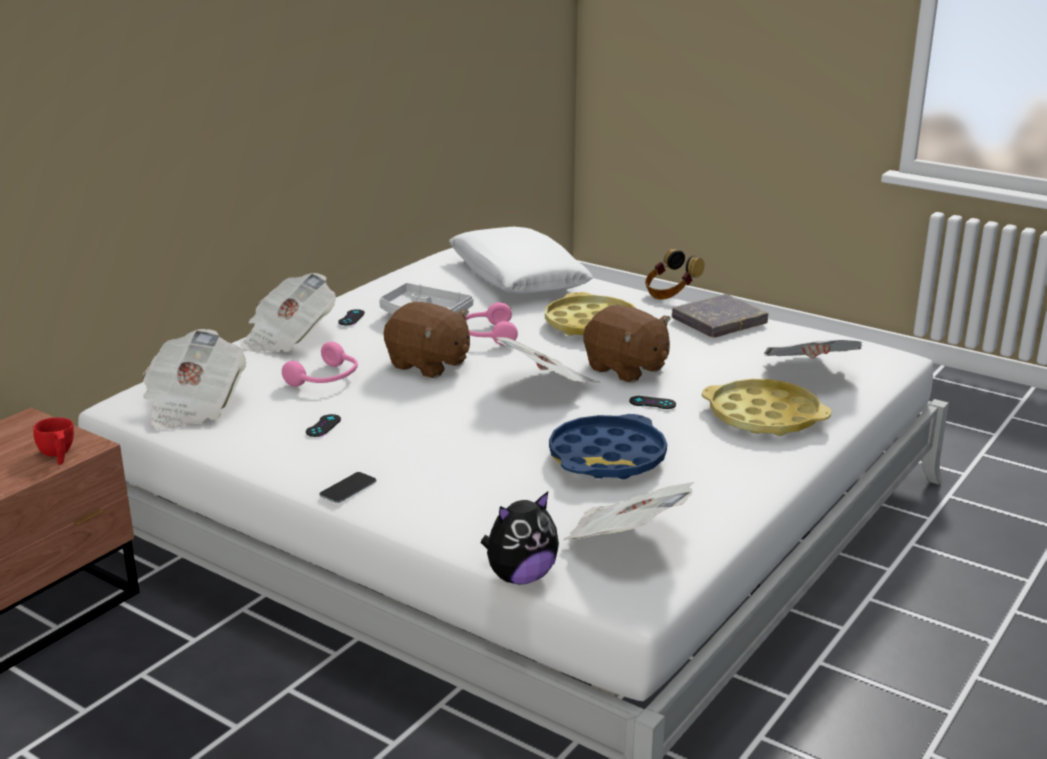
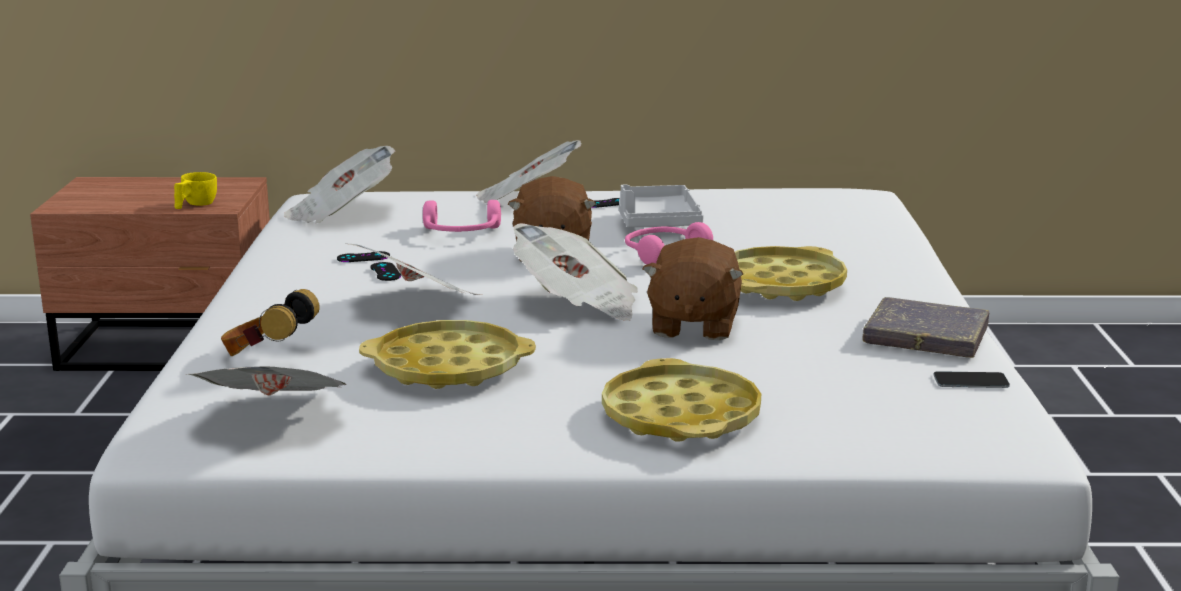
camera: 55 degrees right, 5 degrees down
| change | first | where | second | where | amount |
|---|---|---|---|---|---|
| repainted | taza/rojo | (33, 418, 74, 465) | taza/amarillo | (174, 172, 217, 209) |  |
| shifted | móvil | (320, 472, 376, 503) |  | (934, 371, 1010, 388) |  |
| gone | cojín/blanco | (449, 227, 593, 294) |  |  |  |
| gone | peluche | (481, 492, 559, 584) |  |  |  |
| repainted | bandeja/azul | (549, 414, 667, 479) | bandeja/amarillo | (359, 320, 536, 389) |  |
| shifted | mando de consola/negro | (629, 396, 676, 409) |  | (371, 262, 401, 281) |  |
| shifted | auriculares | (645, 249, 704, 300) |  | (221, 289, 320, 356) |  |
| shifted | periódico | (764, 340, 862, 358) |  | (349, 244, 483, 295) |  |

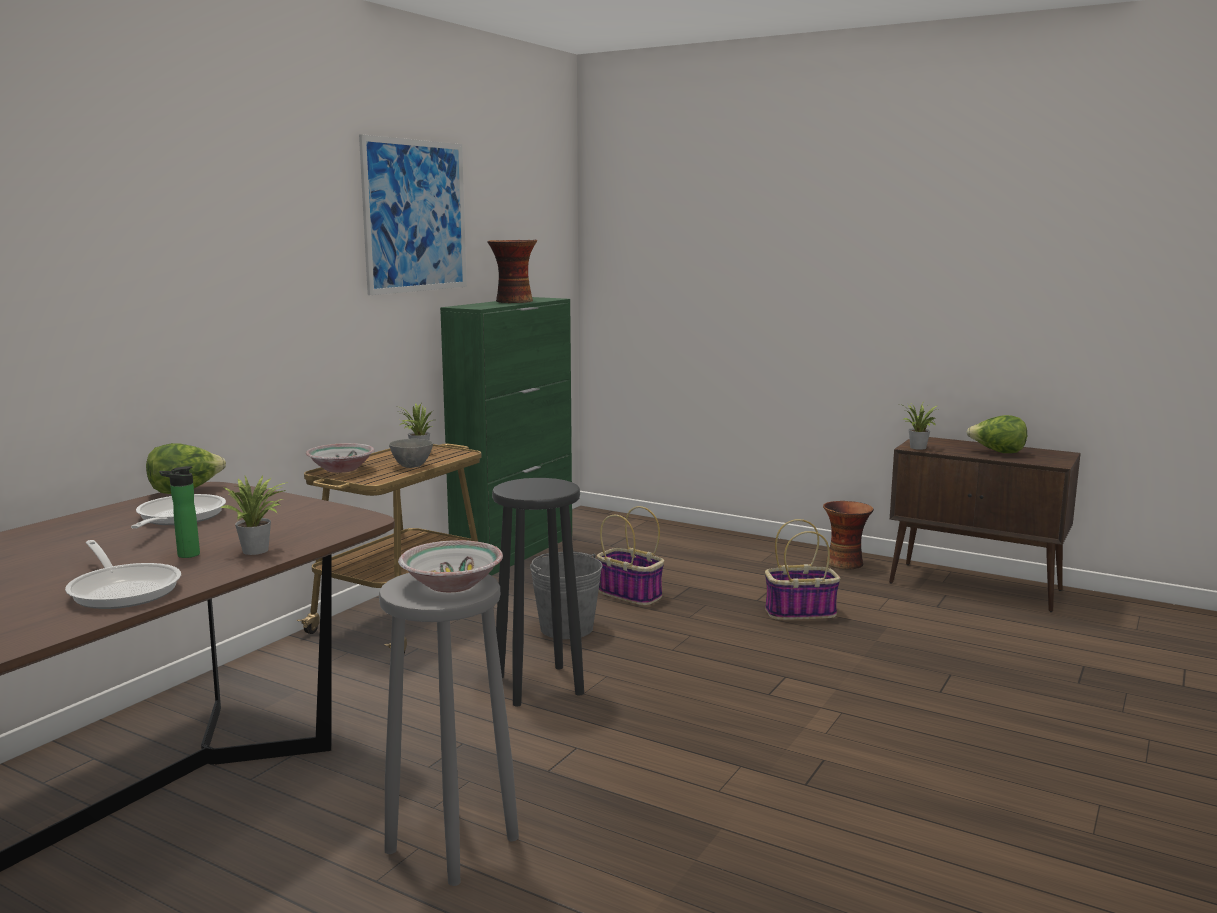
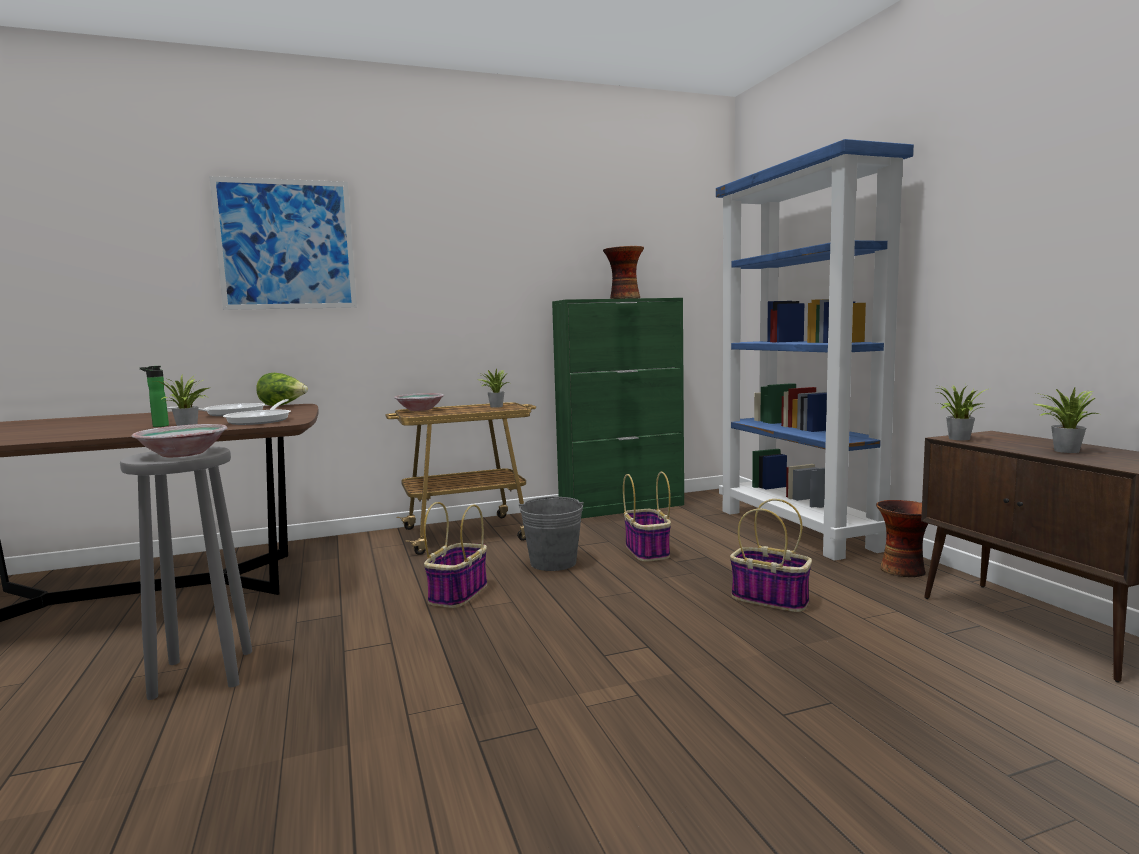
camera: 40 degrees right, 5 degrees down
| change | first | where | second | where | amount |
|---|---|---|---|---|---|
| shifted | sartén | (65, 540, 181, 609) |  | (223, 399, 291, 425) |  |
| shifted | cuadro | (359, 134, 467, 295) |  | (209, 176, 357, 310) |  |
| gone | cuenco/gris | (389, 439, 433, 468) |  |  |  |
| swapped | taburete/negro | (492, 478, 584, 706) | cesta | (424, 502, 487, 608) |  |
| swapped | lechuga | (967, 415, 1027, 453) | planta en maceta | (1034, 388, 1099, 453) |  |
| new |  |  | estantería/azul | (716, 139, 914, 561) |  |

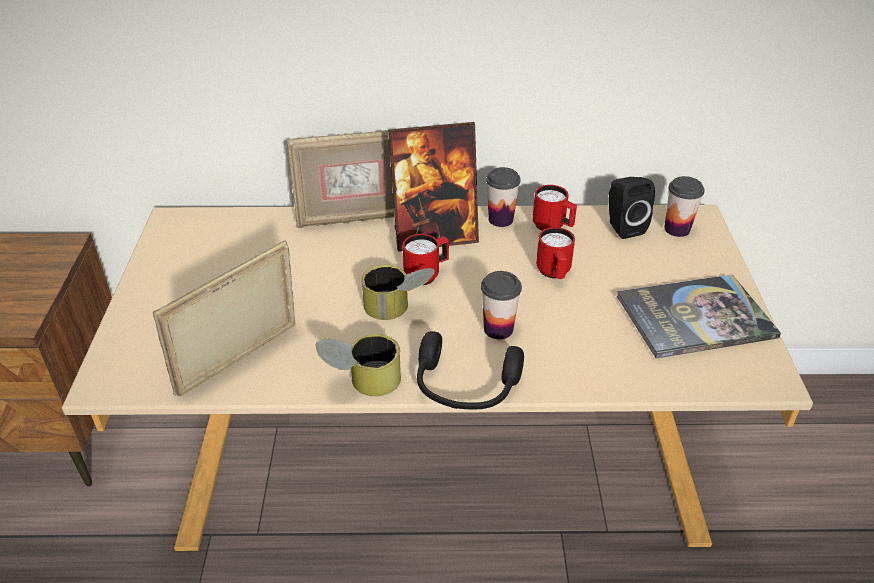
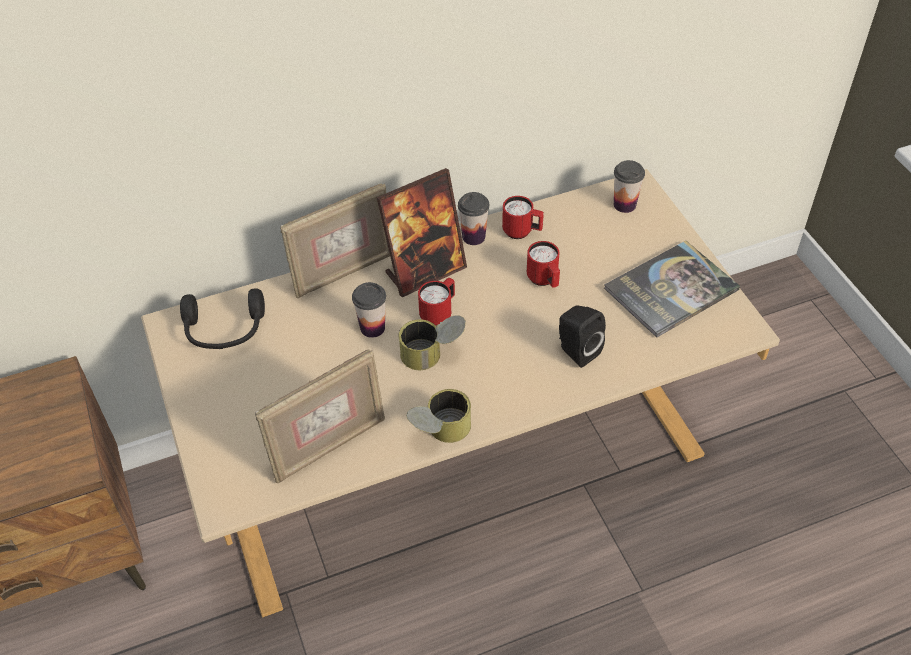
camera: 20 degrees left, 10 degrees up
| change | first | where | second | where | amount |
|---|---|---|---|---|---|
| rotated | portarretratos | (153, 240, 296, 396) |  | (255, 349, 385, 483) | 150 degrees counterclockwise |
| shifted | auriculares/negro | (417, 331, 524, 410) |  | (180, 288, 265, 349) |  |
| shifted | taza | (481, 271, 522, 339) |  | (352, 282, 386, 338) |  |
| shifted | altavoz/negro | (608, 177, 655, 239) |  | (559, 306, 606, 368) |  |

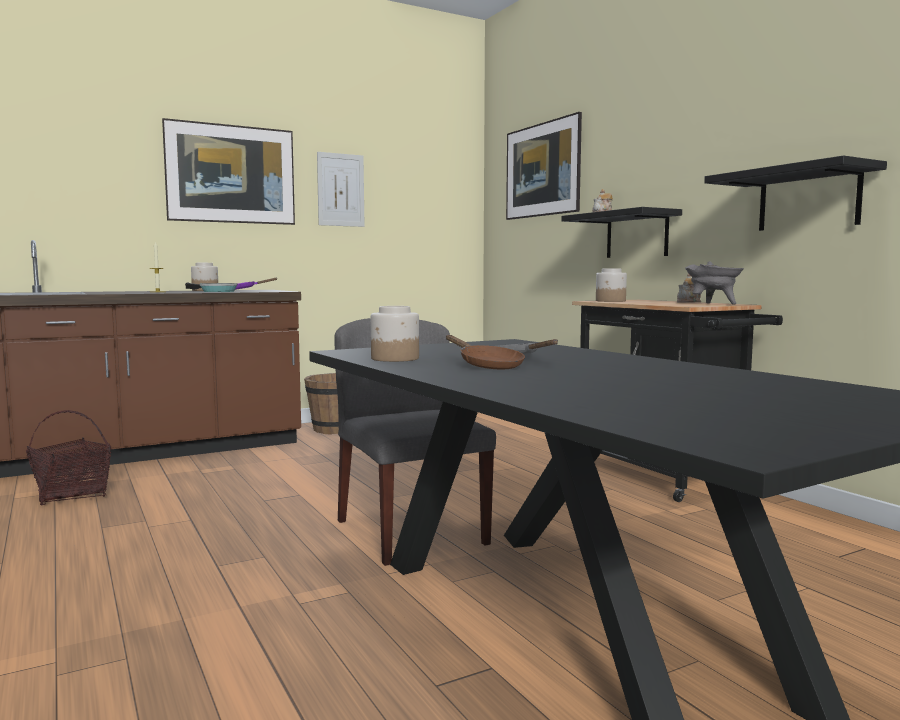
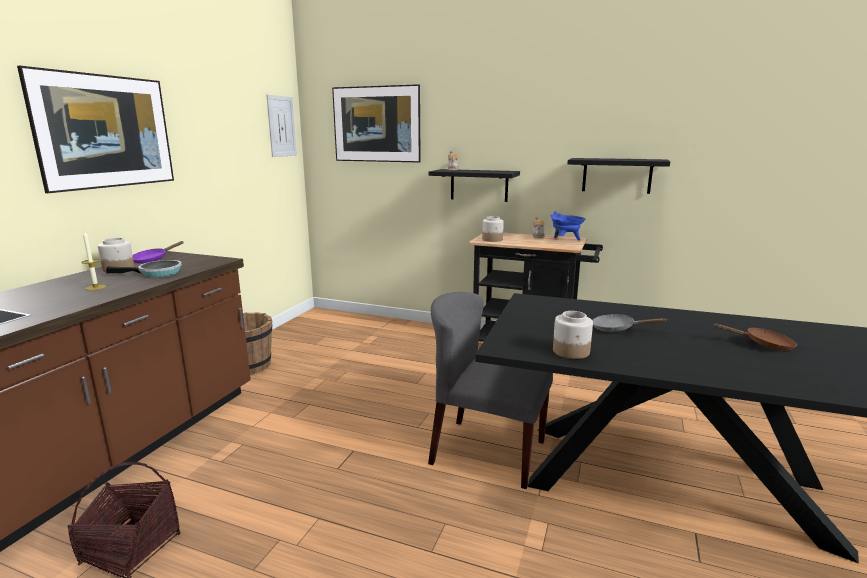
camera: 40 degrees left, 10 degrees up
| change | first | where | second | where | amount |
|---|---|---|---|---|---|
| shifted | cuadro | (317, 152, 365, 227) |  | (266, 94, 297, 157) |  |
| shifted | sartén/marrón | (446, 335, 525, 369) |  | (713, 323, 797, 351) |  |
| repainted | olla/gris | (685, 261, 744, 305) | olla/azul | (551, 211, 586, 240) |  |

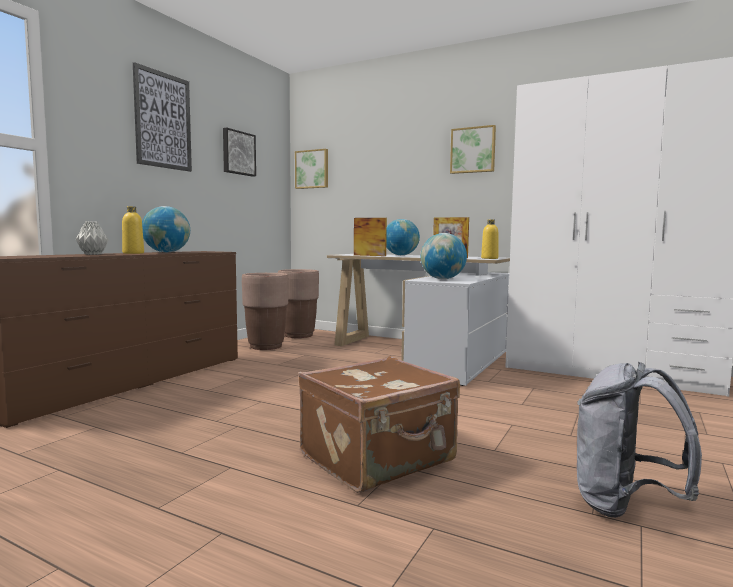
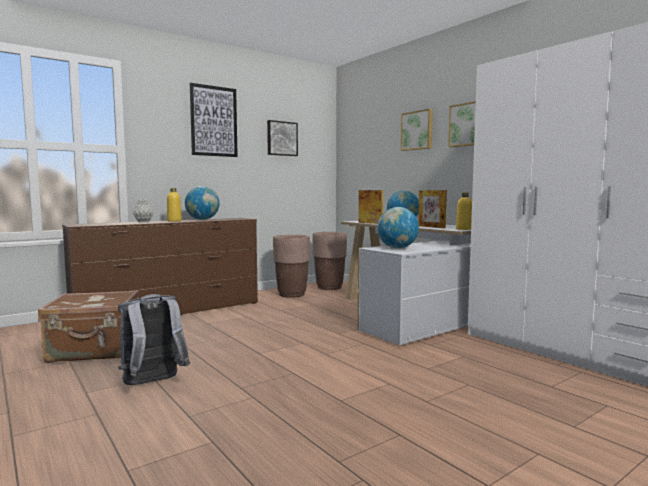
camera: 25 degrees right, 0 degrees up
| change | first | where | second | where | amount |
|---|---|---|---|---|---|
| shifted | cuadro | (295, 149, 328, 189) |  | (401, 109, 433, 151) |  |
| shifted | maleta/marrón | (298, 356, 460, 493) |  | (38, 290, 139, 363) |  |
| shifted | mochila/gris | (577, 362, 702, 518) |  | (118, 294, 190, 385) |  |

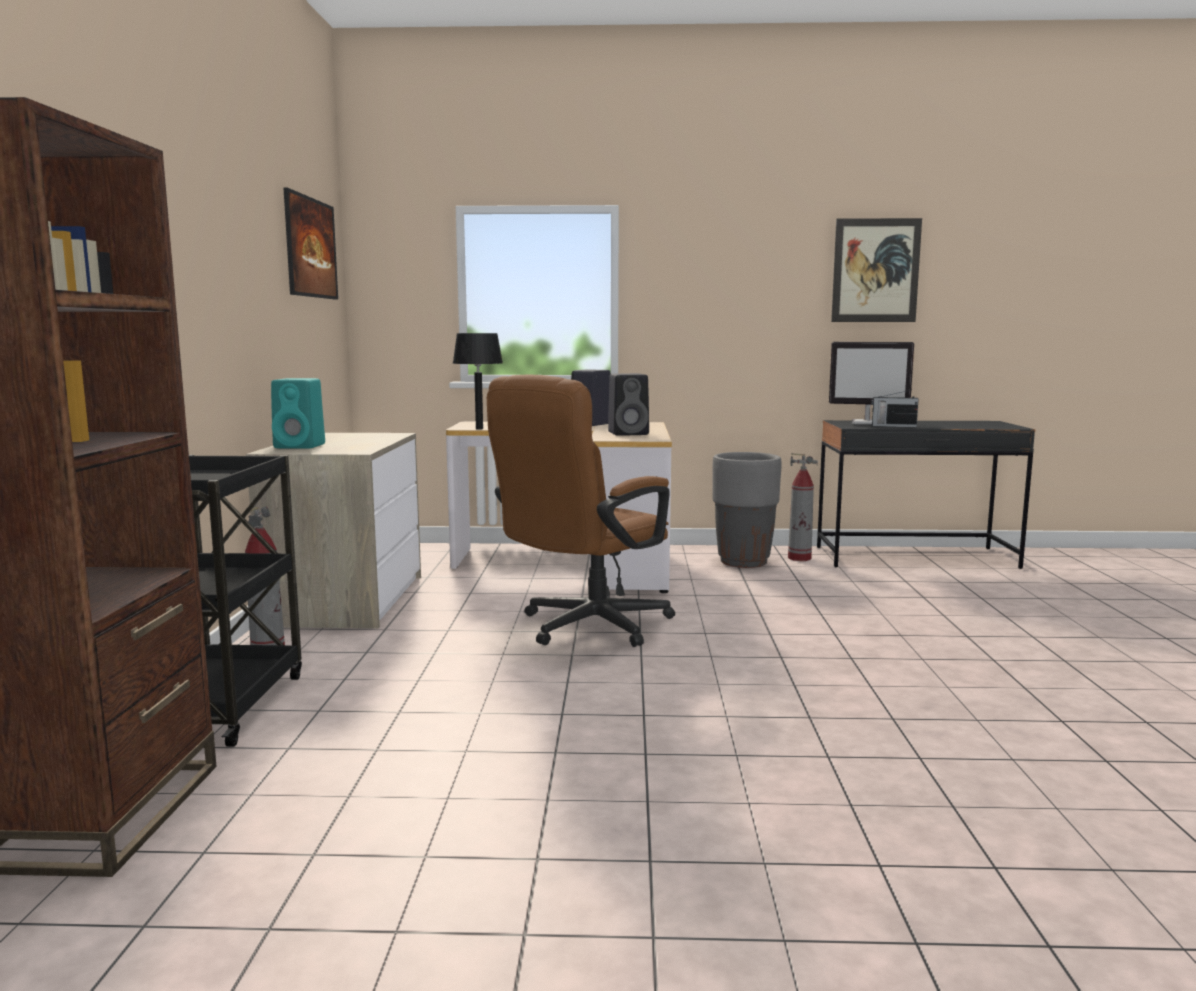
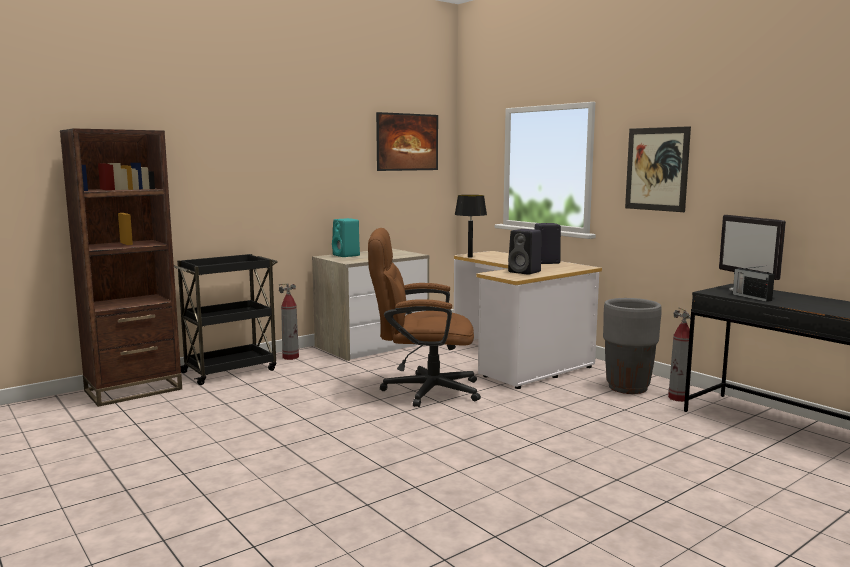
camera: 50 degrees right, 0 degrees up
| change | first | where | second | where | amount |
|---|---|---|---|---|---|
| shifted | cuadro | (831, 218, 922, 322) |  | (625, 126, 691, 212) |  |

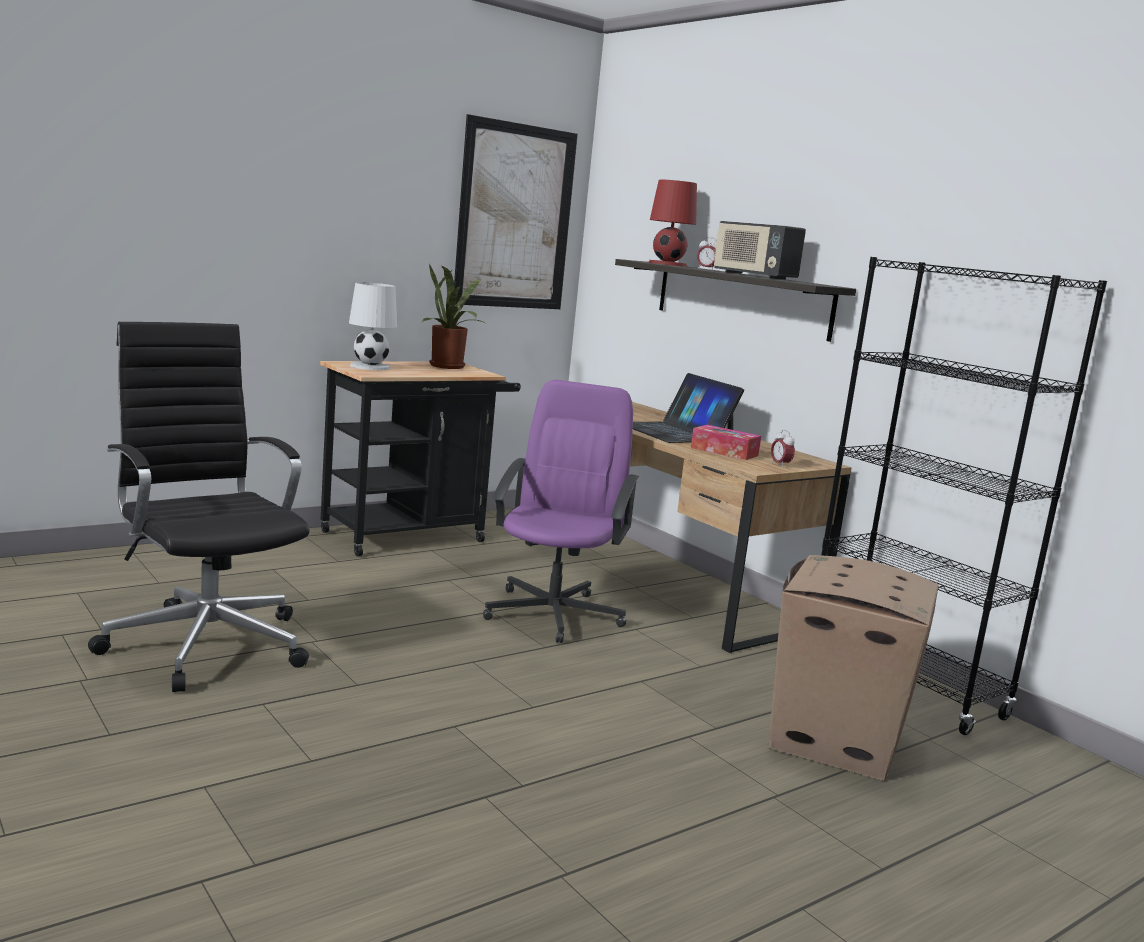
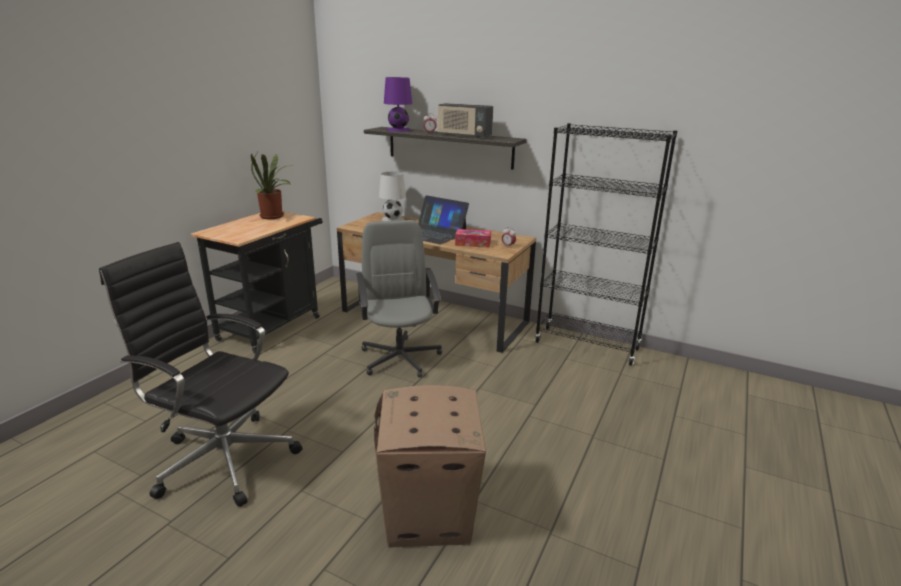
camera: 25 degrees left, 10 degrees up
| change | first | where | second | where | amount |
|---|---|---|---|---|---|
| shifted | lámpara de mesa/blanco | (349, 282, 397, 370) |  | (379, 172, 406, 221) |  |
| gone | cuadro | (454, 114, 578, 309) |  |  |  |
| repainted | silla de oficina/morado | (483, 380, 639, 643) | silla de oficina/gris | (356, 220, 442, 378) |  |
| repainted | lámpara de mesa/rojo | (649, 180, 697, 267) | lámpara de mesa/morado | (384, 77, 412, 132) |  |
| shifted | caja de cartón | (769, 555, 939, 781) |  | (374, 385, 486, 548) |  |

